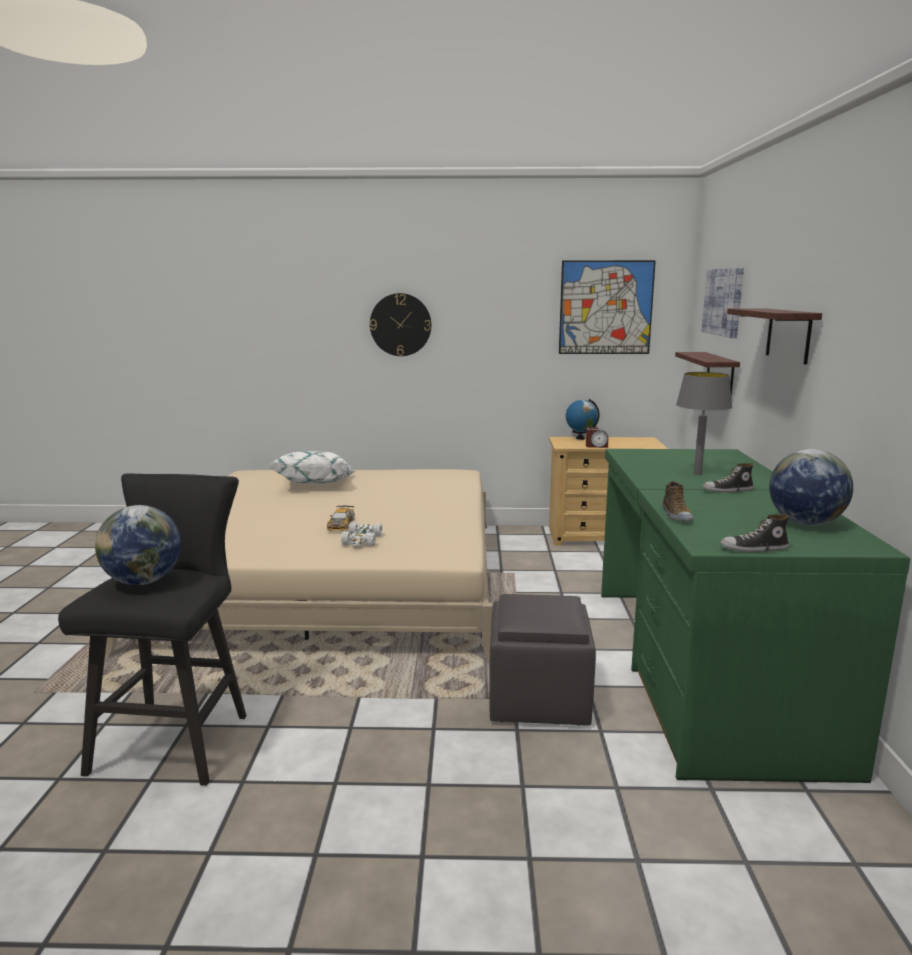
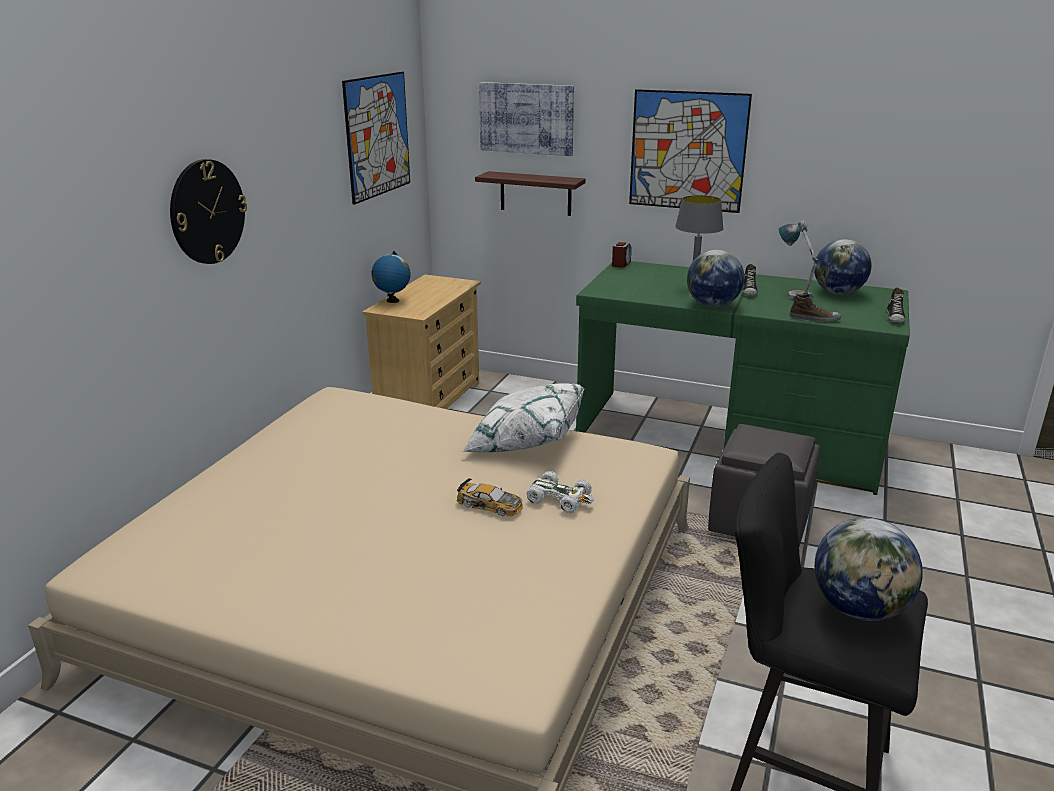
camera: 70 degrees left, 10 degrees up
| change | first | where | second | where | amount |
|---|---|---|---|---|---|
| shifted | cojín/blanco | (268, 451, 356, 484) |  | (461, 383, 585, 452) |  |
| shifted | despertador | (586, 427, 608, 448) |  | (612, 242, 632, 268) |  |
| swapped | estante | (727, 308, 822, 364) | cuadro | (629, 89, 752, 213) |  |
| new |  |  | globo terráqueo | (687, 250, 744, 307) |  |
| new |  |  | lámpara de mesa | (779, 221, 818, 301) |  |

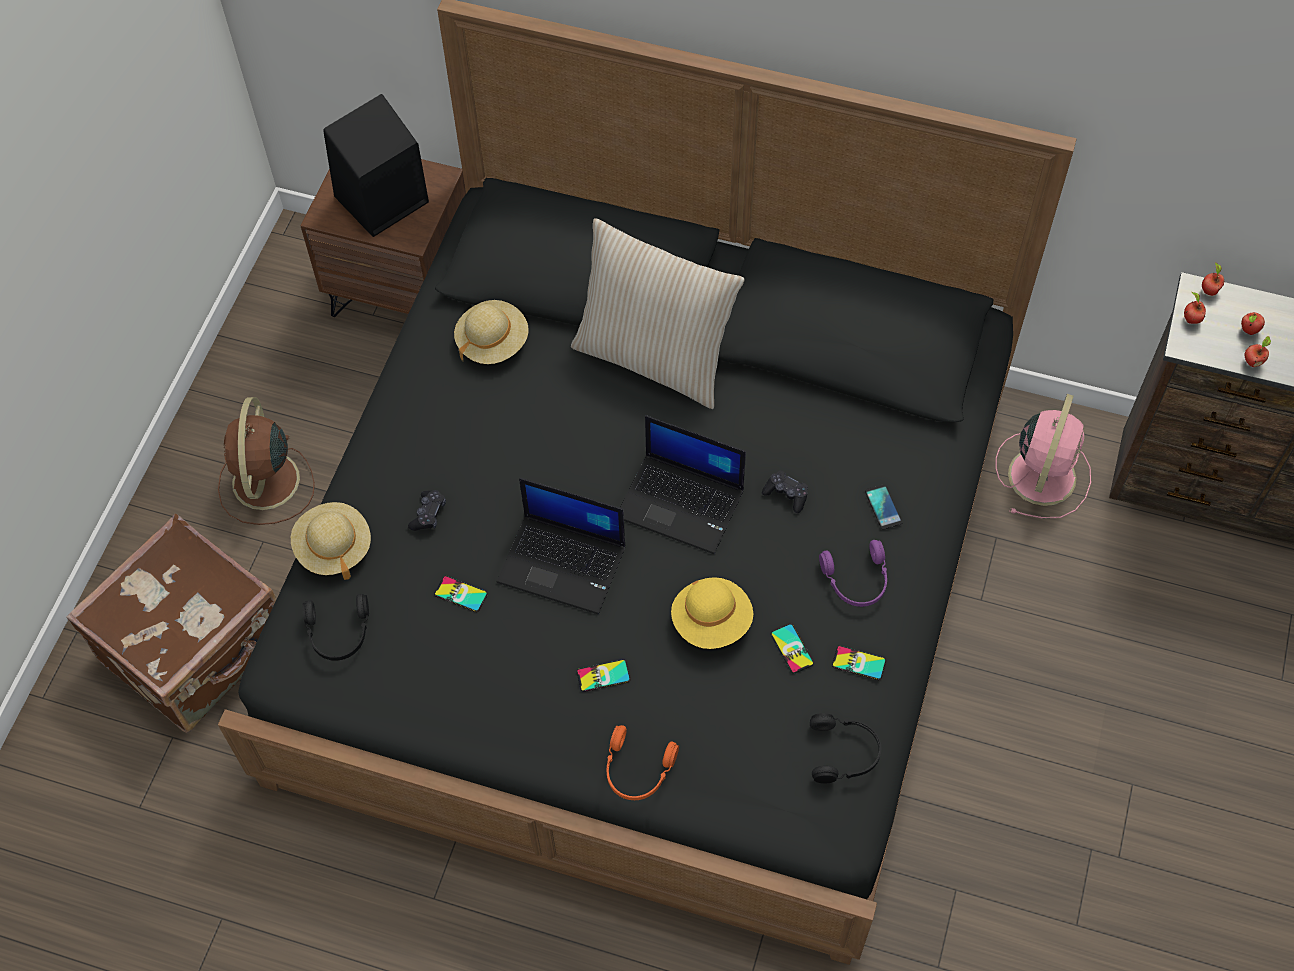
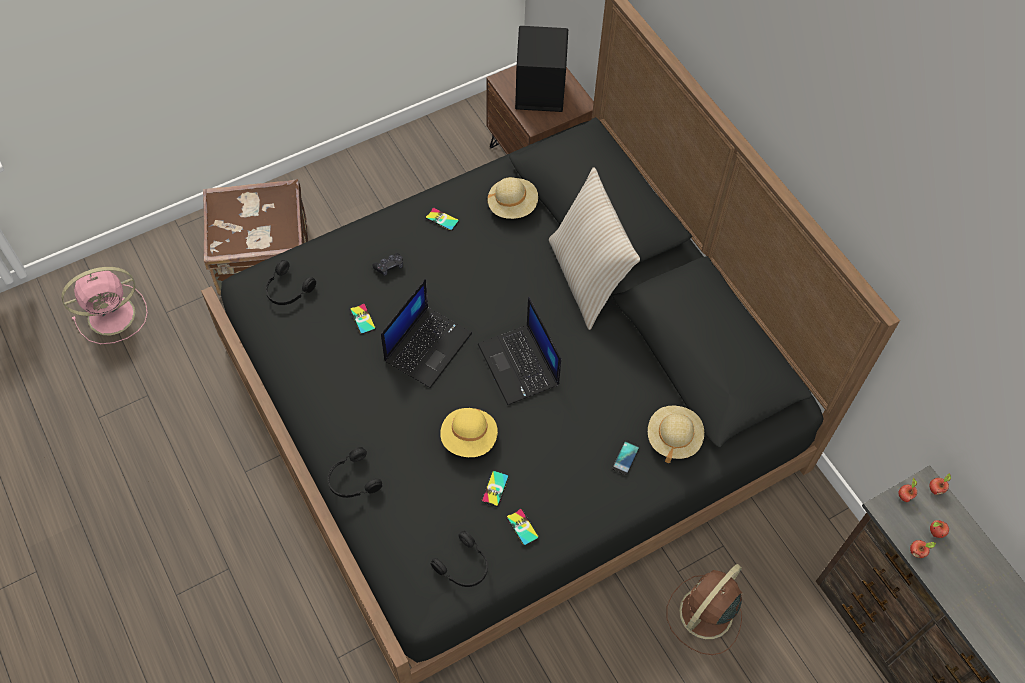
camera: 40 degrees right, 0 degrees up
| change | first | where | second | where | amount |
|---|---|---|---|---|---|
| shifted | ventilador/marrón | (218, 397, 315, 525) |  | (667, 564, 743, 655) |  |
| shifted | sombrero/beis | (291, 502, 371, 580) |  | (648, 406, 704, 463) |  |
| rotated | portátil | (497, 478, 625, 614) |  | (381, 279, 472, 388) | 120 degrees counterclockwise |
| shifted | móvil | (577, 659, 631, 692) |  | (425, 207, 459, 231) |  |
| repainted | auriculares/naranja | (607, 725, 679, 800) | auriculares/negro | (327, 447, 382, 498) |  |
| gone | mando de consola/negro | (762, 470, 808, 513) |  |  |  |
| gone | auriculares/morado | (819, 540, 887, 607) |  |  |  |
| shifted | ventilador/rosa | (996, 394, 1091, 519) |  | (61, 267, 148, 344) |  |

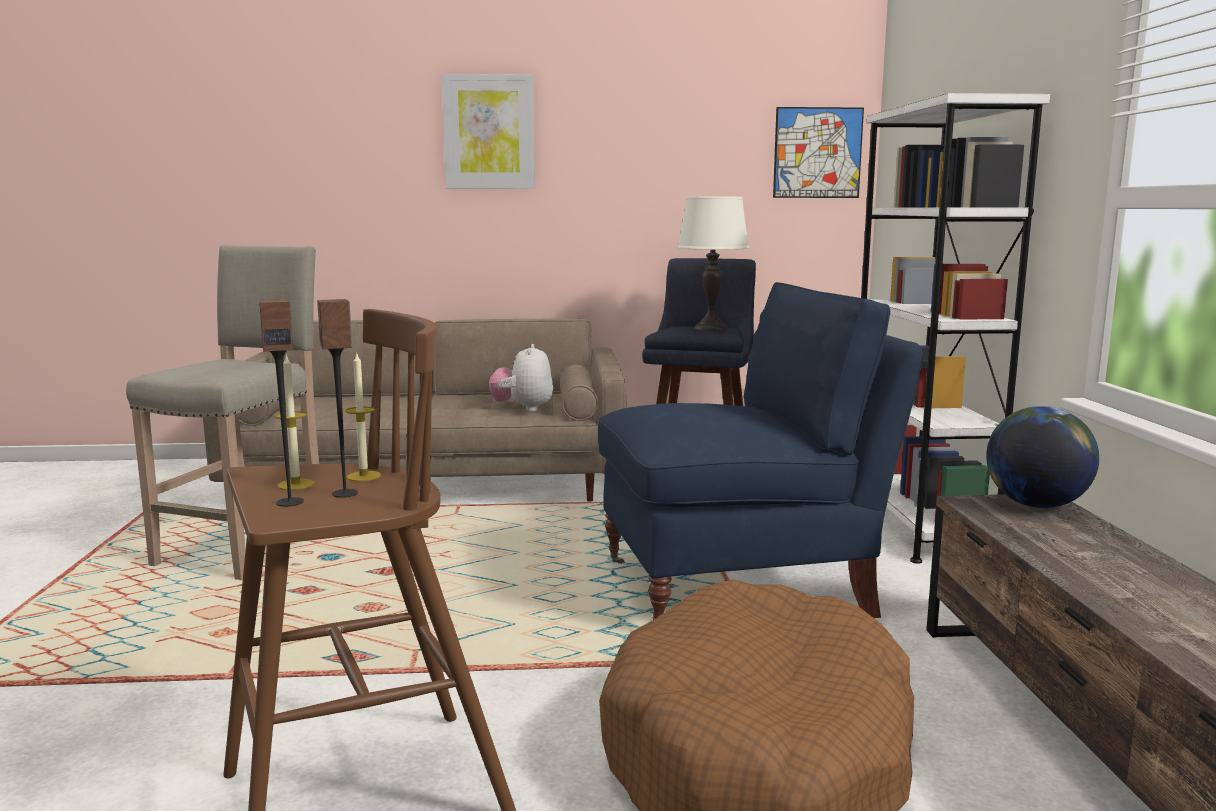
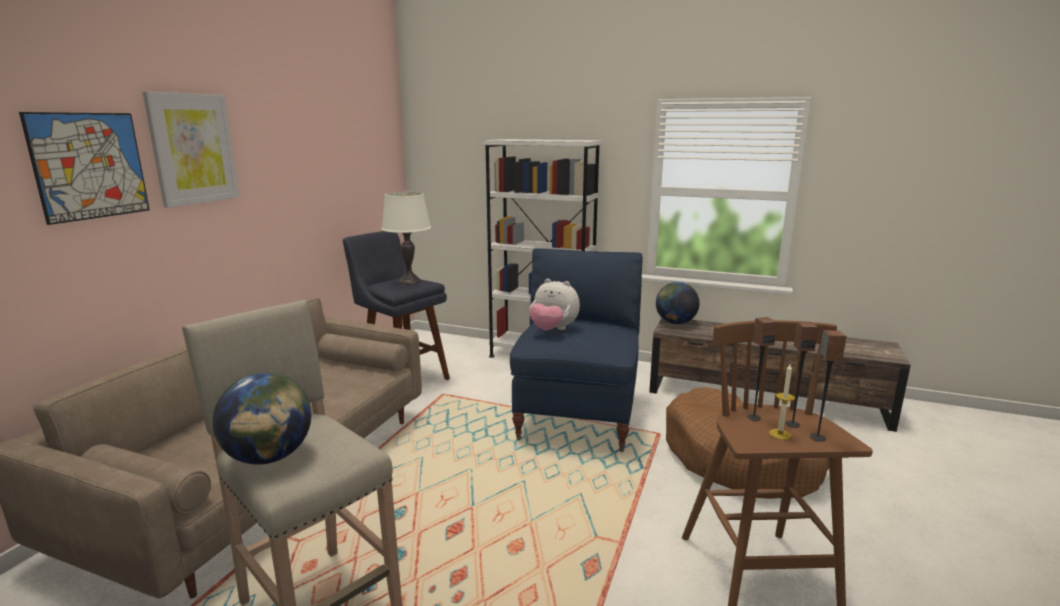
camera: 65 degrees left, 5 degrees up
| change | first | where | second | where | amount |
|---|---|---|---|---|---|
| swapped | vela | (345, 352, 381, 481) | altavoz | (747, 317, 777, 421) |  |
| shifted | peluche | (489, 344, 553, 412) |  | (529, 279, 580, 330) |  |
| shifted | cuadro | (773, 107, 864, 198) |  | (19, 112, 150, 225) |  |
| new |  |  | globo terráqueo | (212, 373, 311, 465) |  |

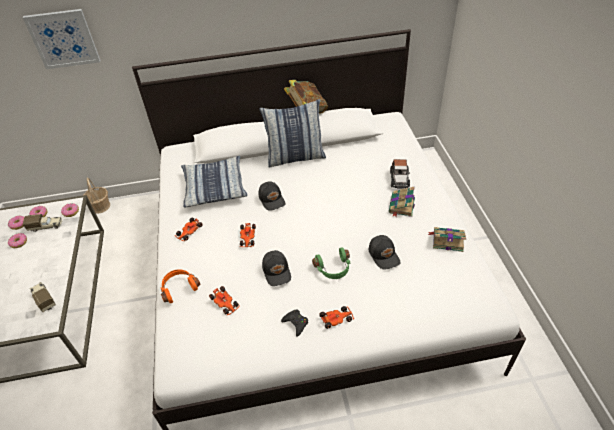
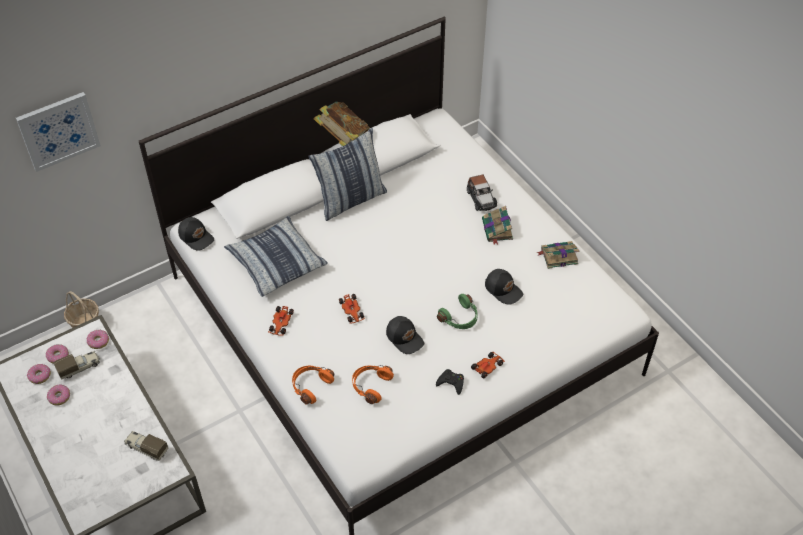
camera: 25 degrees left, 5 degrees up
| change | first | where | second | where | amount |
|---|---|---|---|---|---|
| swapped | coche de juguete | (209, 286, 240, 315) | auriculares/naranja | (352, 365, 394, 404) |  |
| shifted | gorra/negro | (259, 181, 285, 211) |  | (178, 217, 214, 251) |  |

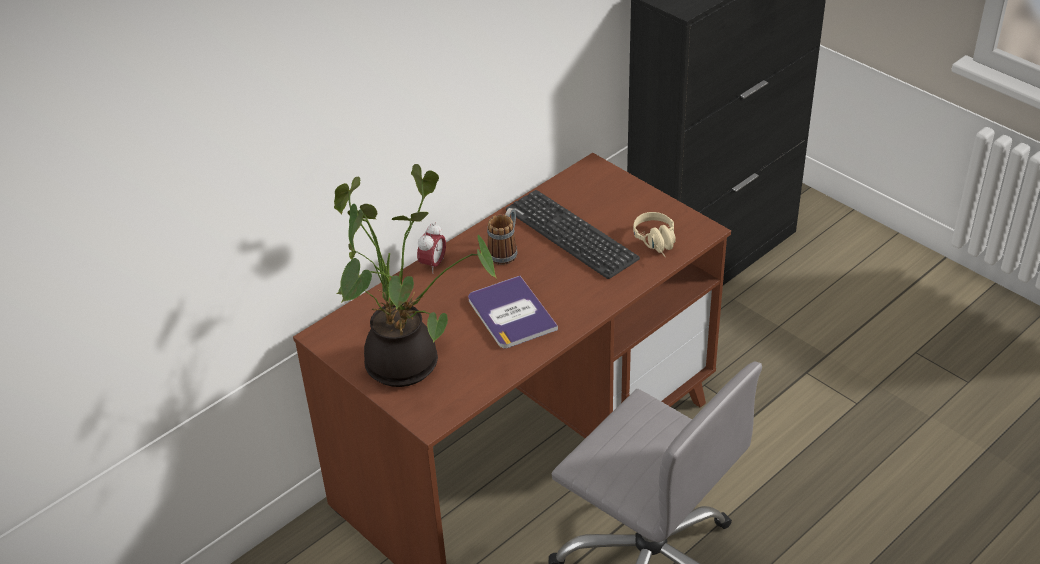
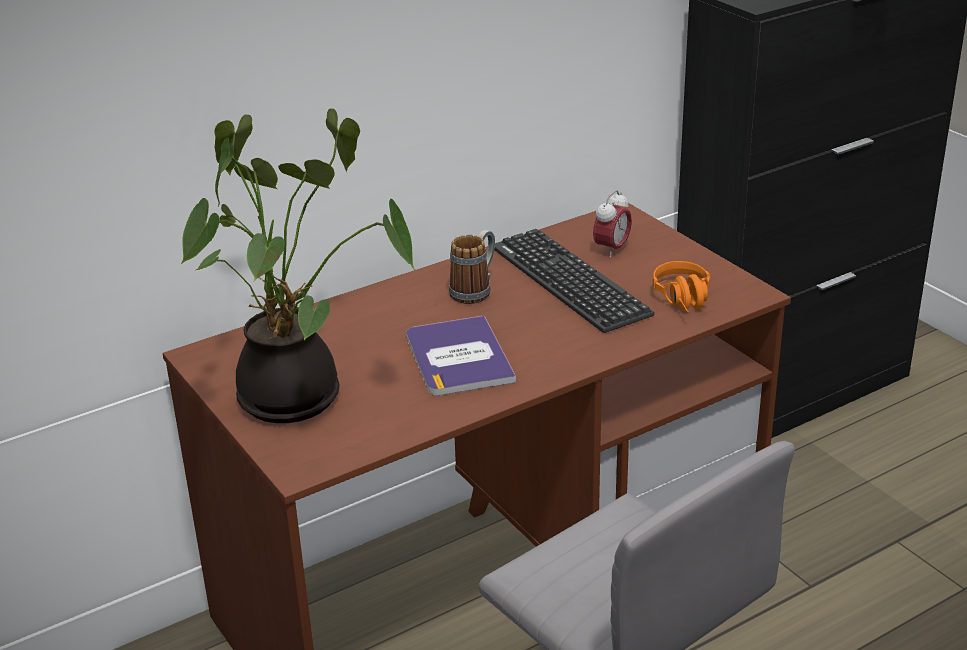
camera: 10 degrees right, 10 degrees down
| change | first | where | second | where | amount |
|---|---|---|---|---|---|
| shifted | despertador | (417, 223, 446, 274) |  | (593, 190, 632, 258) |  |
| repainted | auriculares/beis | (633, 212, 676, 257) | auriculares/naranja | (653, 261, 710, 313) |  |

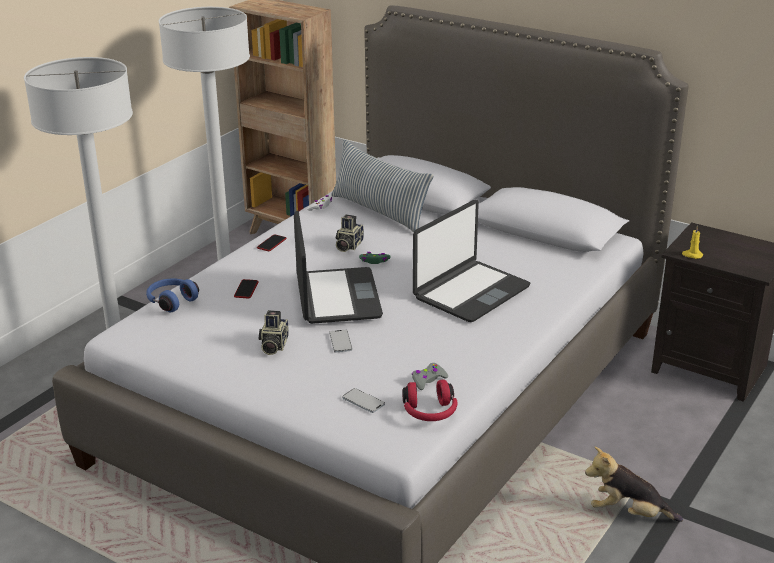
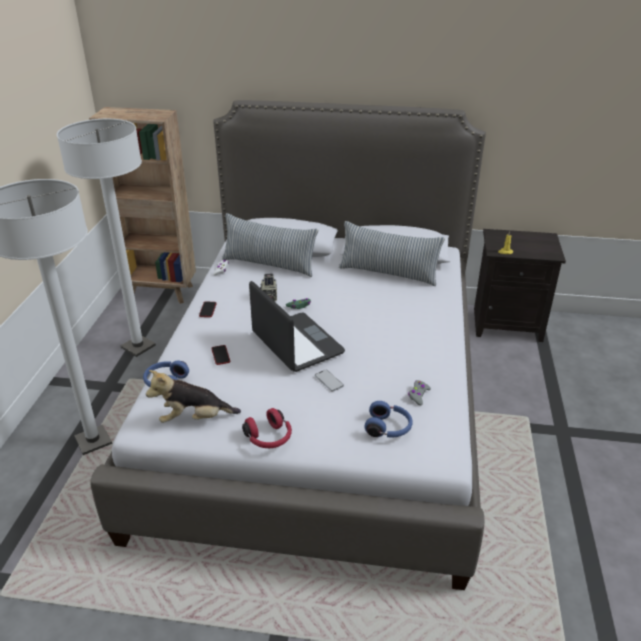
camera: 25 degrees left, 5 degrees up
| change | first | where | second | where | amount |
|---|---|---|---|---|---|
| gone | cámara | (258, 310, 289, 355) |  |  |  |
| swapped | móvil | (342, 388, 385, 413) | auriculares/azul | (364, 401, 413, 437) |  |
| shifted | auriculares/rojo | (402, 380, 457, 421) |  | (242, 408, 292, 448) |  |
| gone | portátil | (413, 200, 531, 322) |  |  |  |
| shifted | peluche | (585, 447, 683, 522) |  | (146, 370, 241, 423) |  |
| new |  |  | cojín | (339, 221, 445, 286) |  |

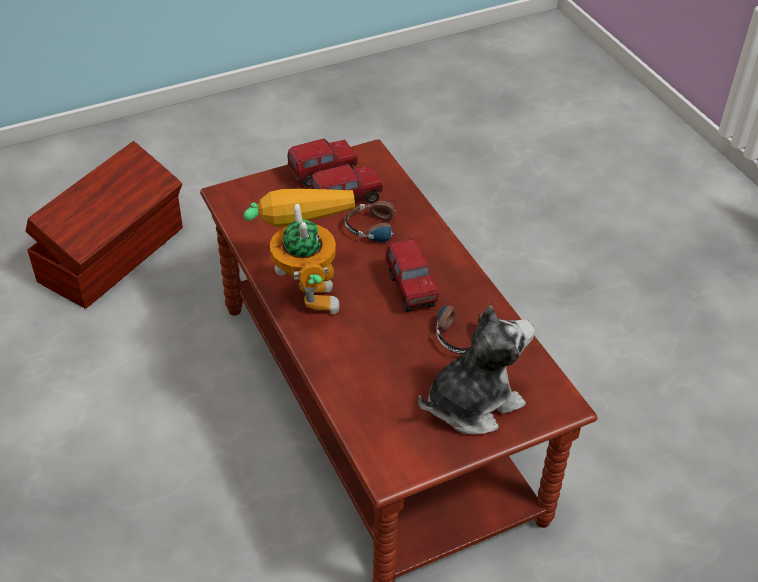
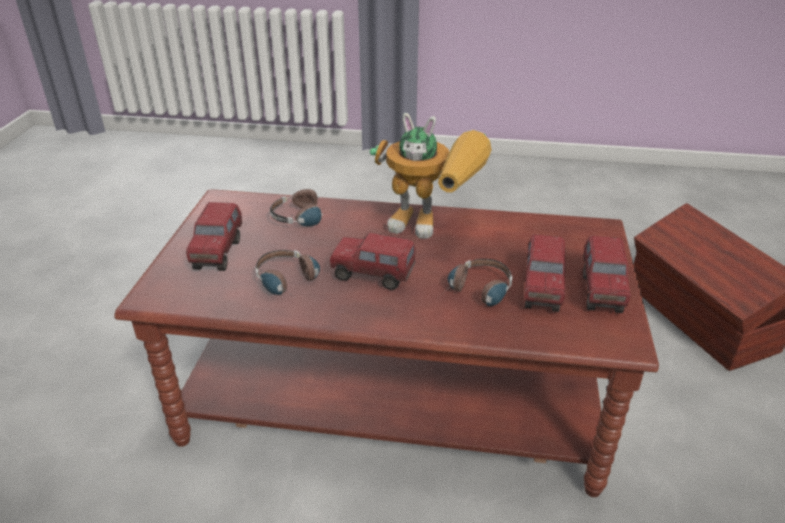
camera: 125 degrees right, 10 degrees down
| change | first | where | second | where | amount |
|---|---|---|---|---|---|
| swapped | peluche | (418, 305, 535, 435) | camión de juguete | (186, 202, 242, 271) |  |
| new |  |  | auriculares | (270, 189, 339, 226) |  |

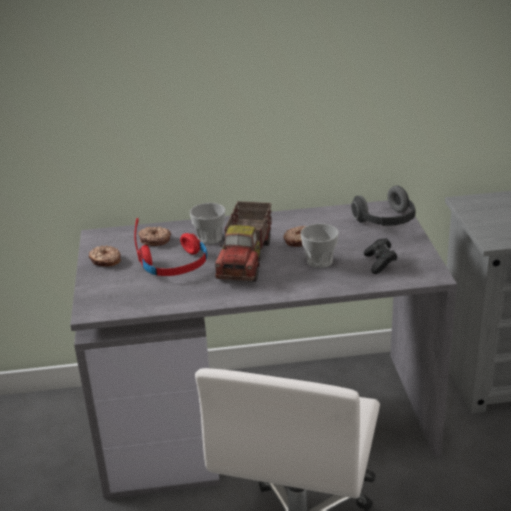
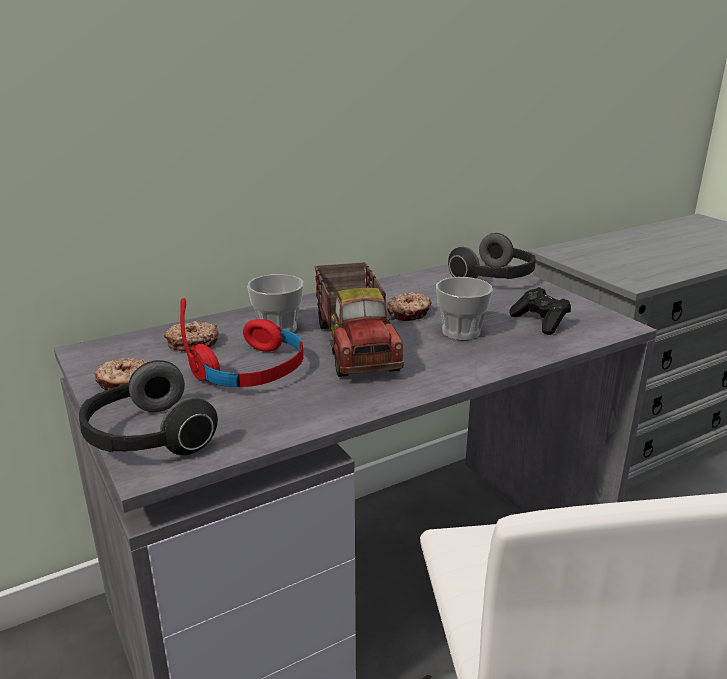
camera: 25 degrees left, 5 degrees down
| change | first | where | second | where | amount |
|---|---|---|---|---|---|
| new |  |  | auriculares | (79, 360, 218, 455) |  |

